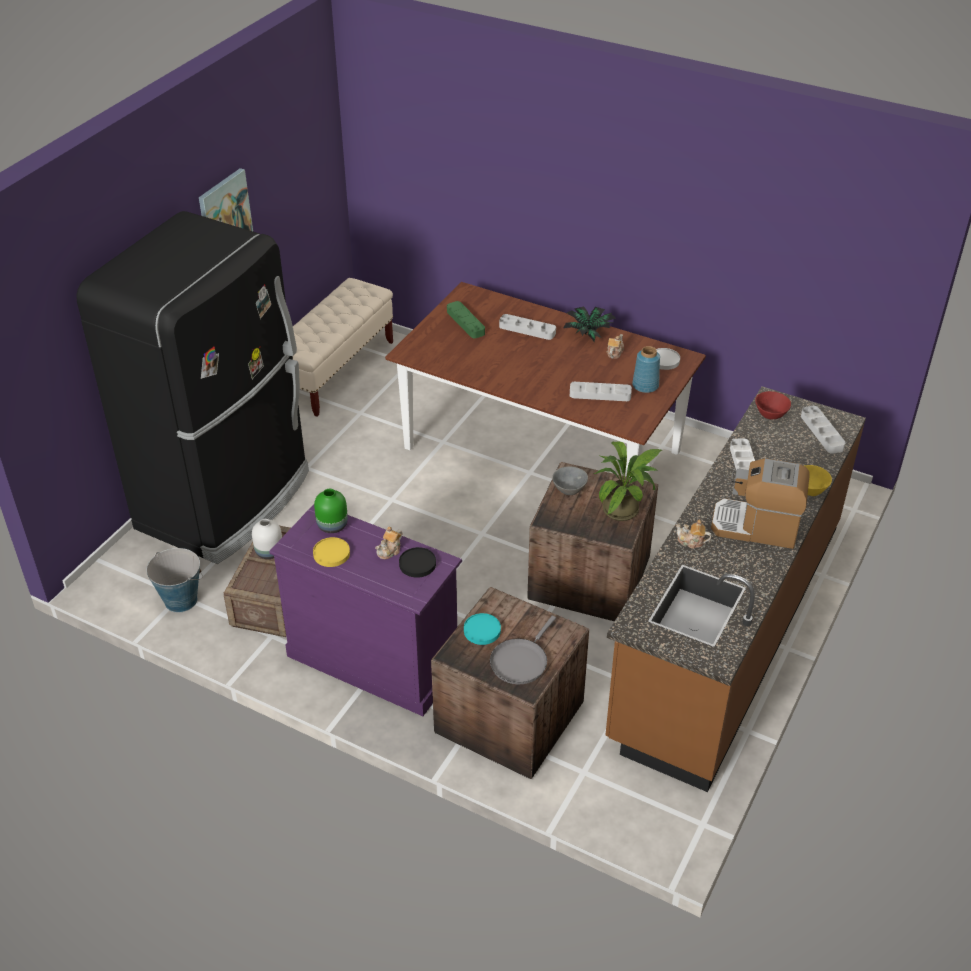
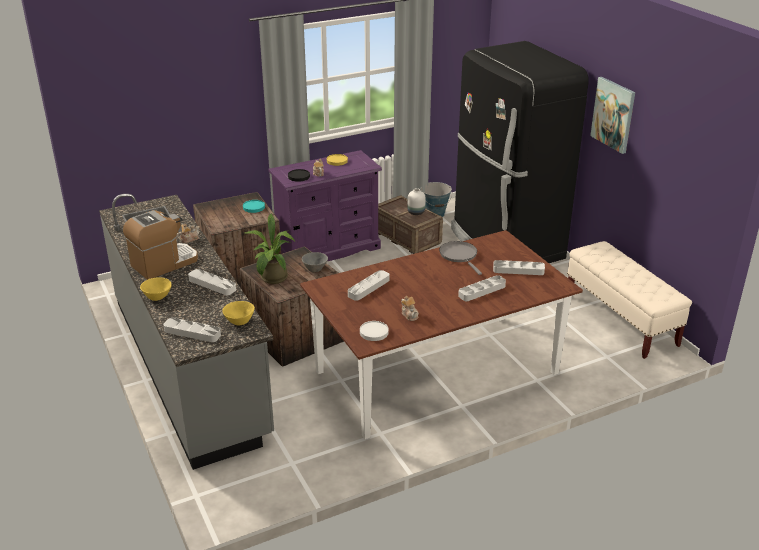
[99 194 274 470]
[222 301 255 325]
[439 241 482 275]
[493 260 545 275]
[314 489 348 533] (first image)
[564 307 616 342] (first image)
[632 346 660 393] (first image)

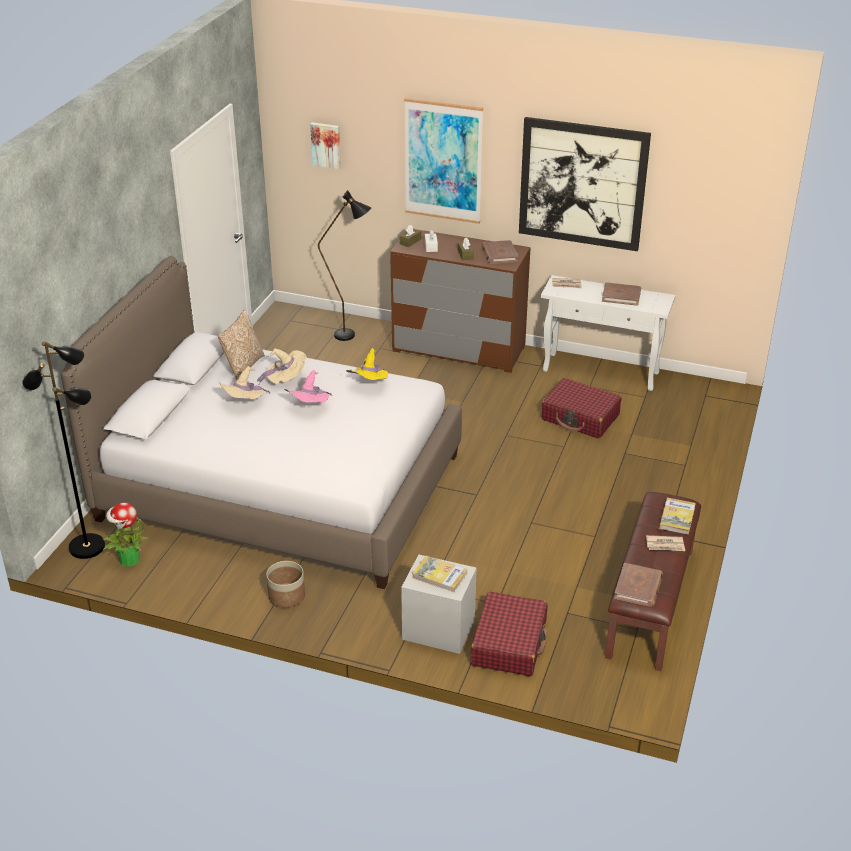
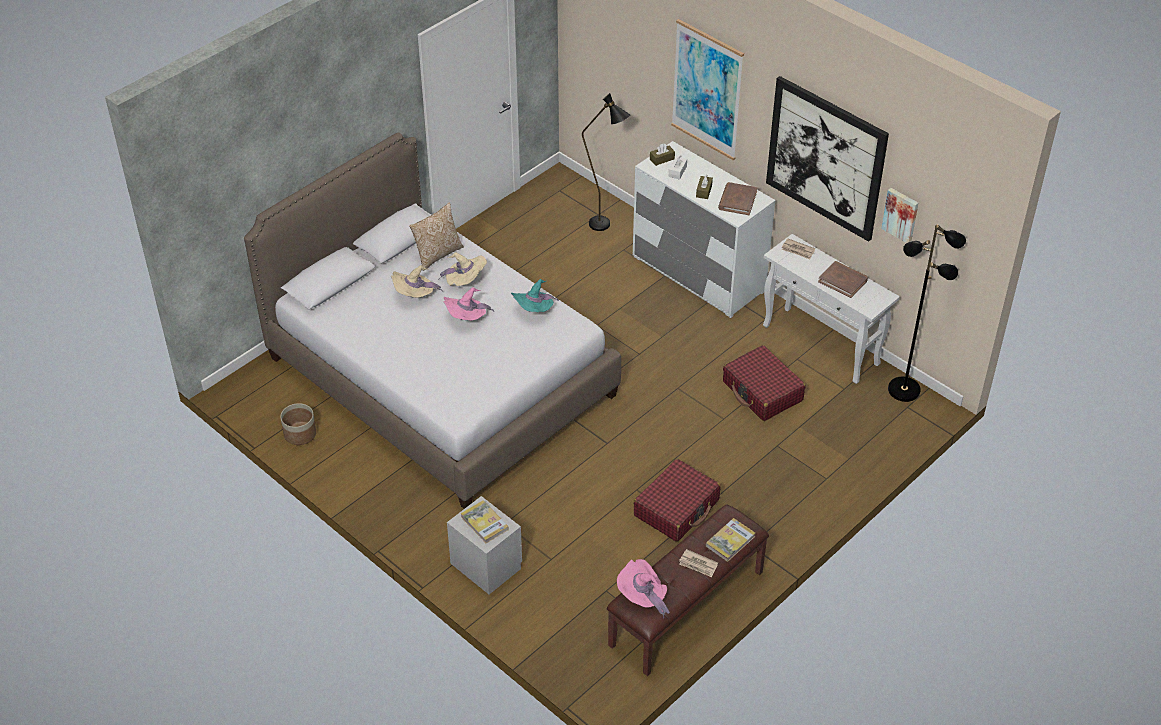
[280 403 316 445]
[511 279 559 312]
[617 559 670 618]
[633 141 775 318]
[634 459 720 542]
[881 188 918 243]
[888 224 966 402]
[102 502 148 567] (first image)

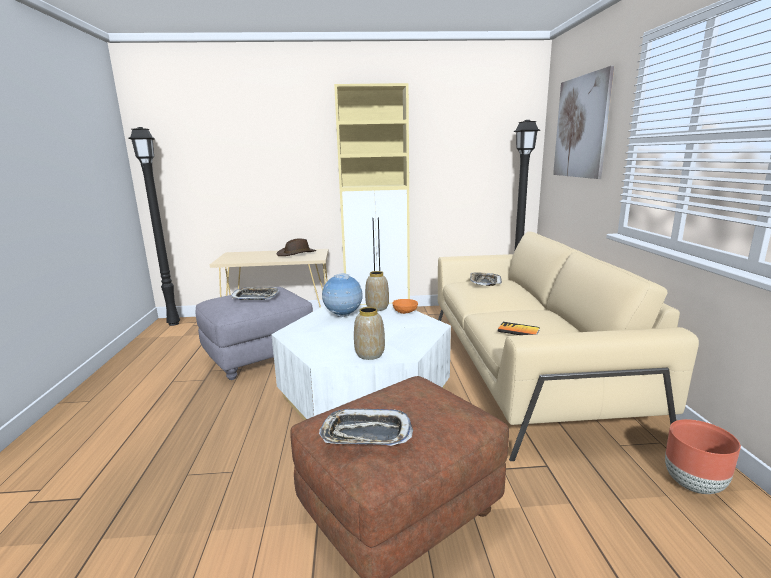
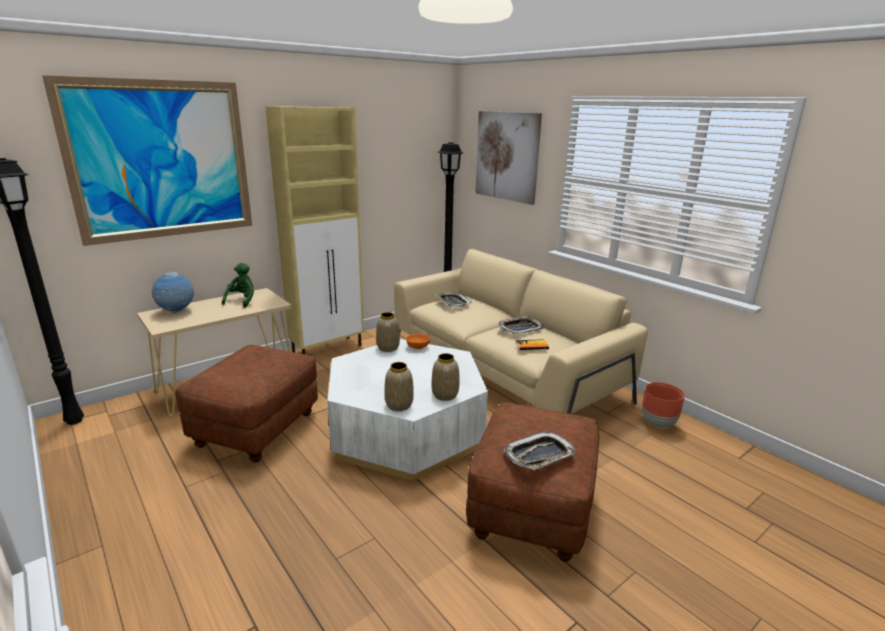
[42 75 252 246]
[152 272 194 313]
[175 345 318 463]
[222 263 254 308]
[384 362 414 411]
[498 316 544 334]

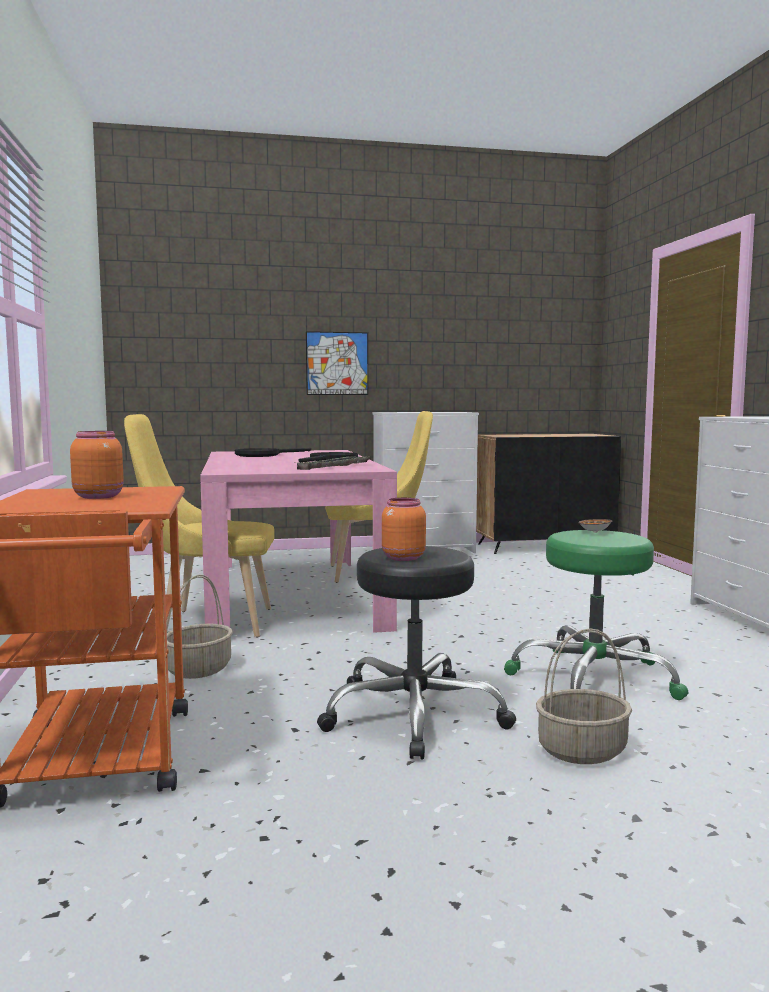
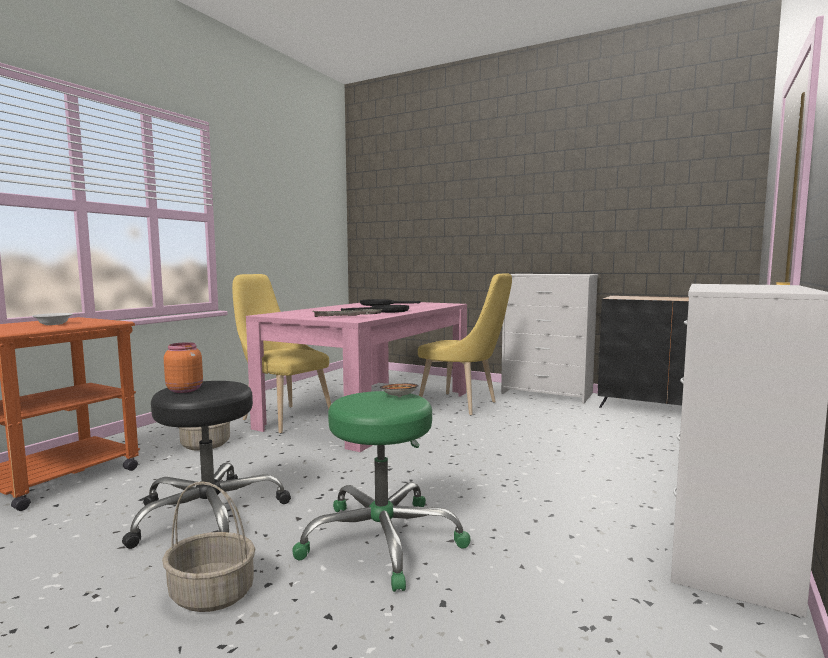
[32 313 73 325]
[306 331 368 395] (first image)

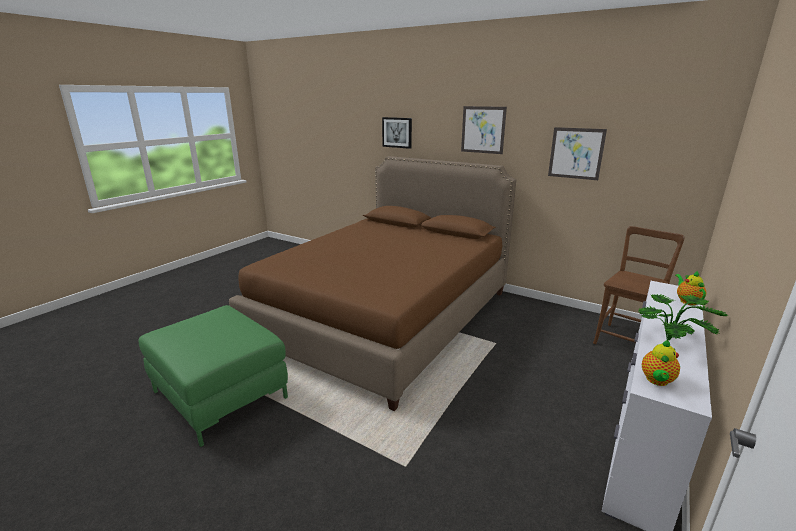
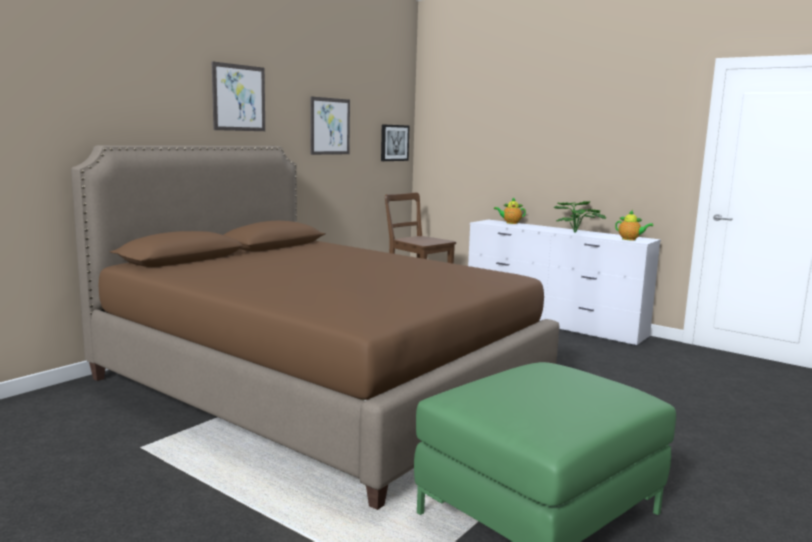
[381 124 409 161]

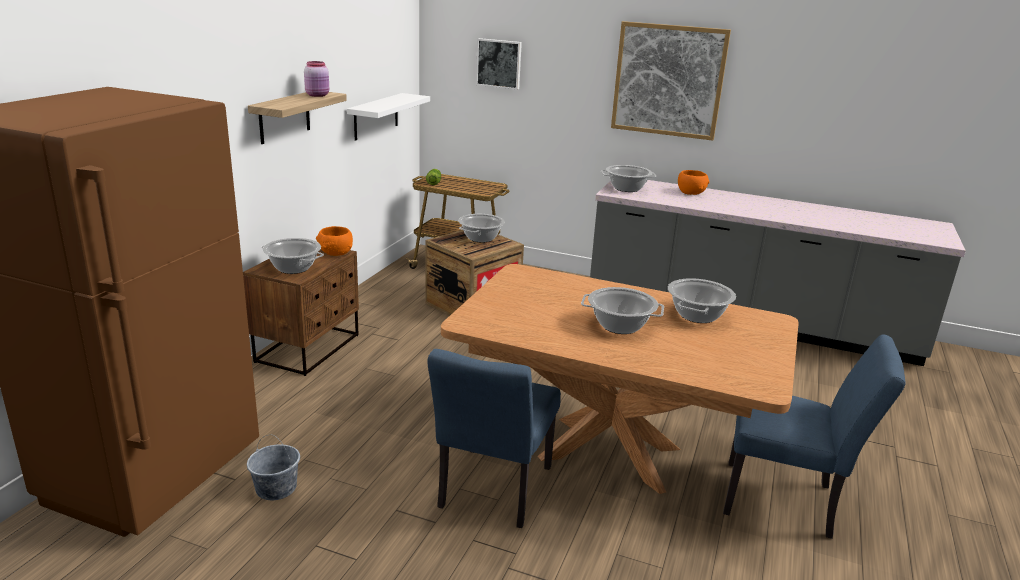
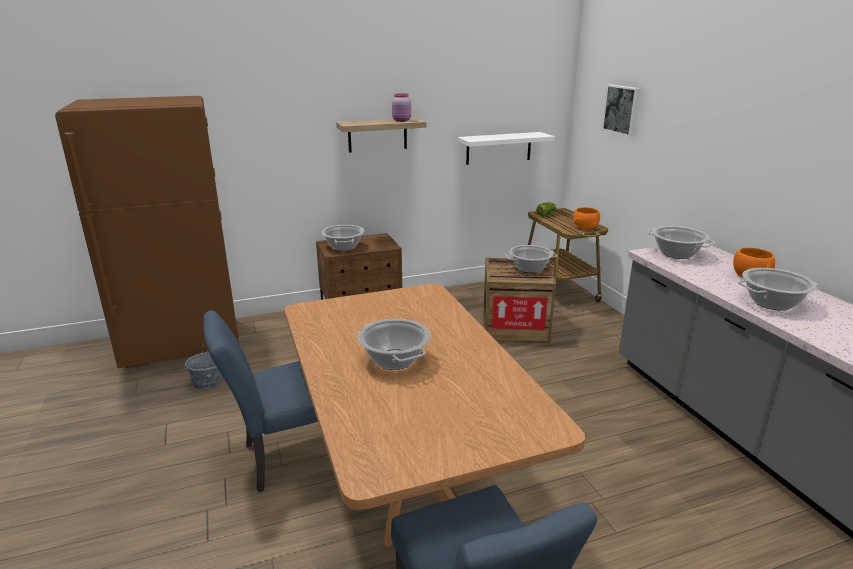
[573 207 600 230]
[738 268 818 311]
[611 21 731 141] (first image)

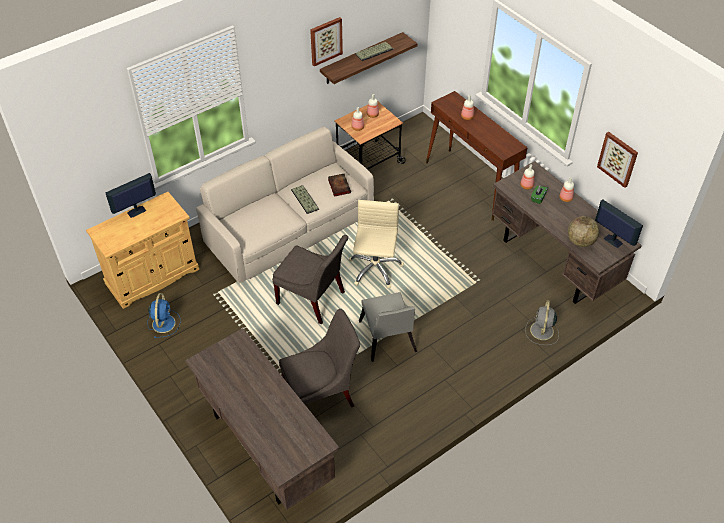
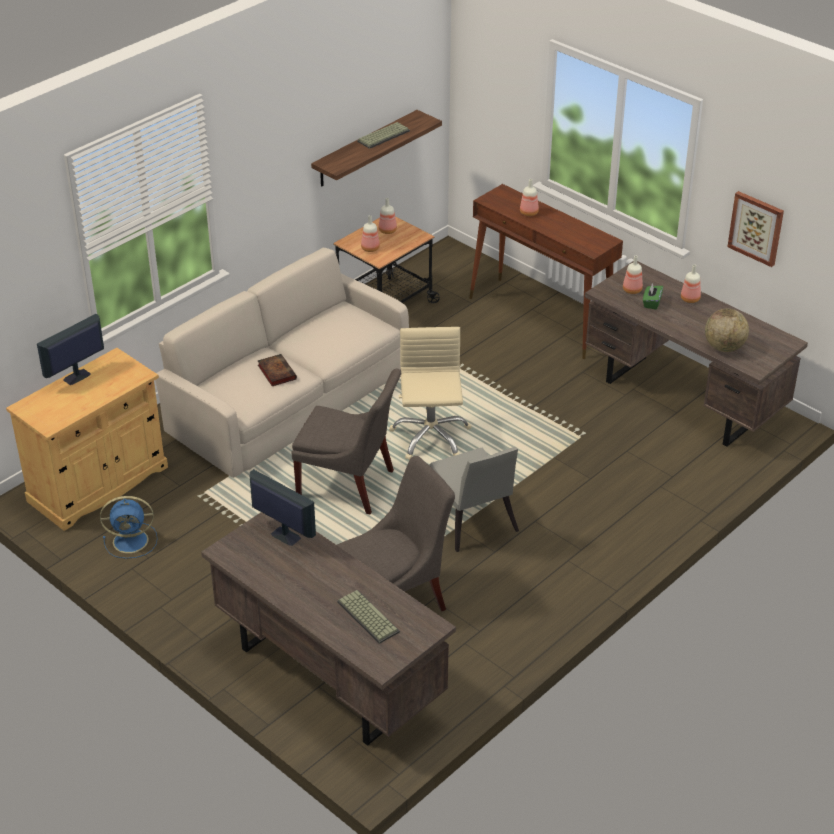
[100 496 157 559]
[250 469 316 546]
[258 354 297 386]
[337 590 400 644]
[310 17 343 66] (first image)
[525 300 559 345] (first image)

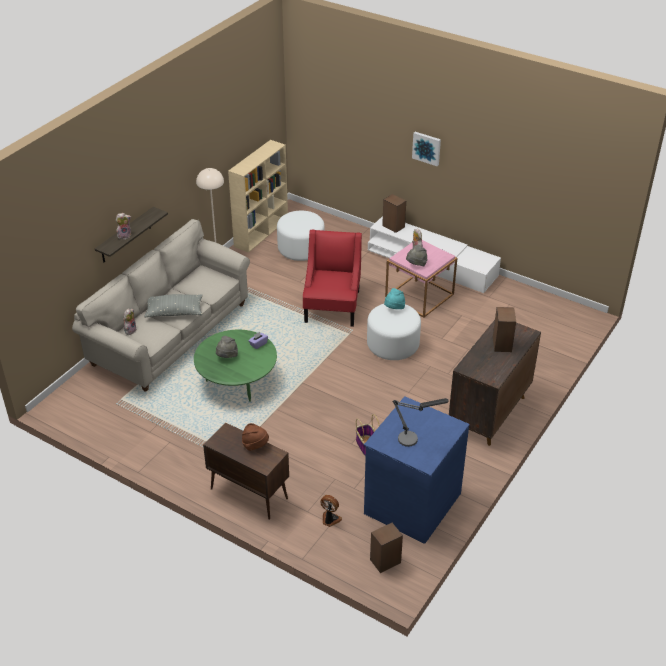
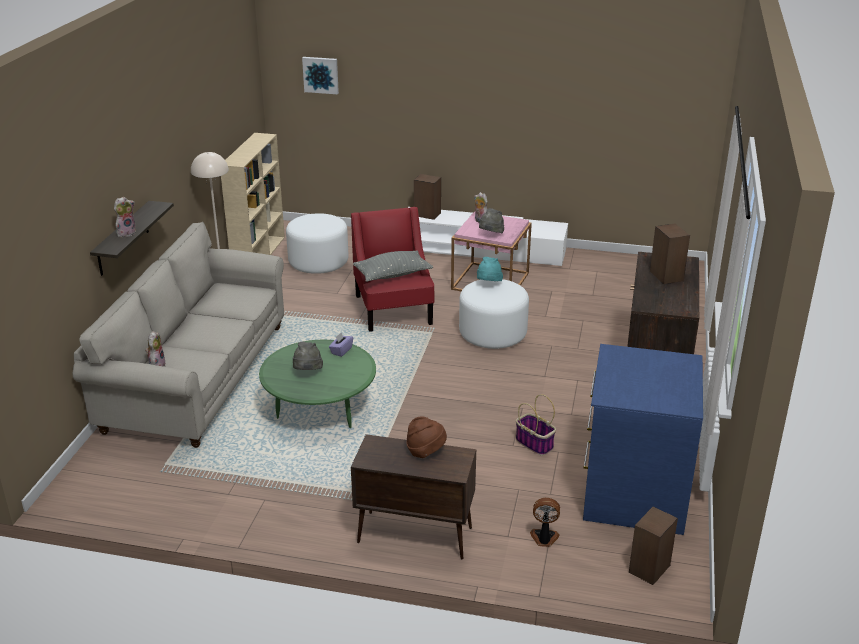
[302 57 339 94]
[353 250 433 282]
[392 398 449 447] (first image)

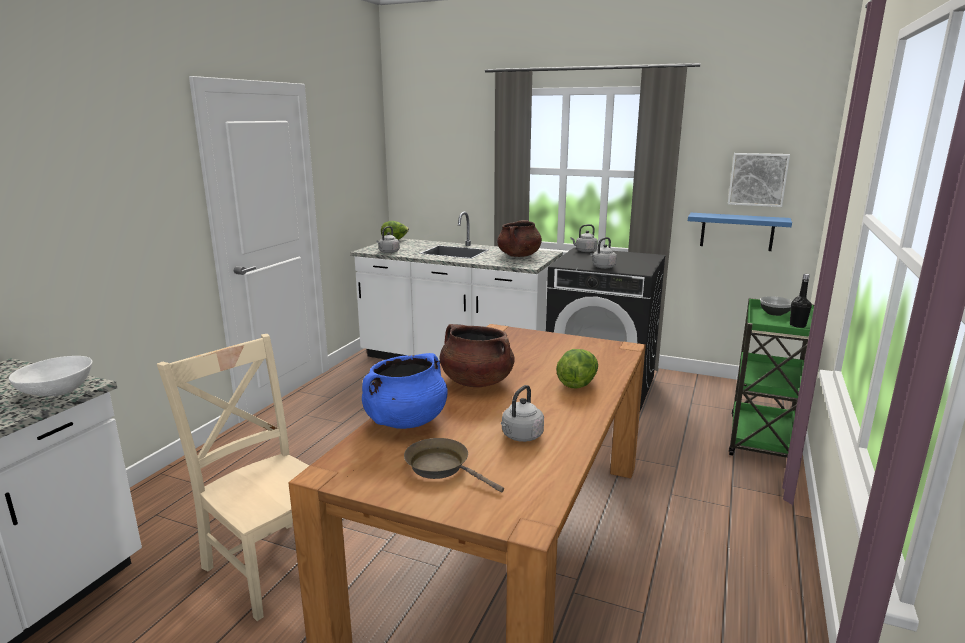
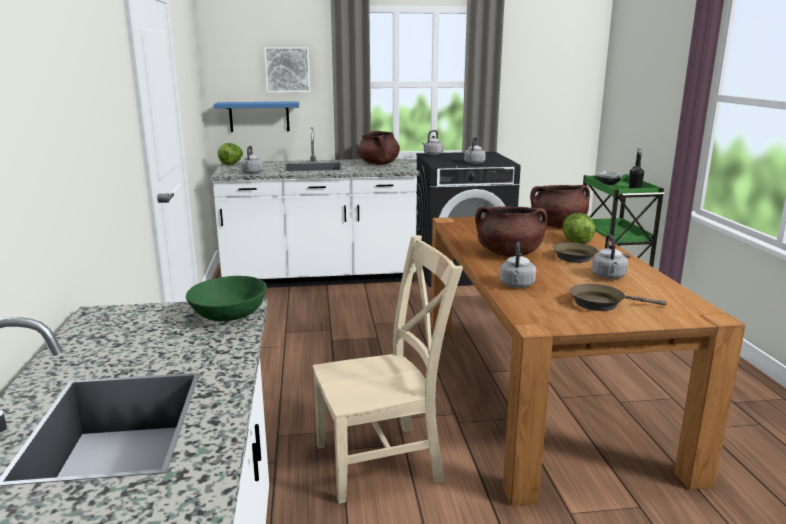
[186 276 267 321]
[214 101 299 132]
[264 47 310 93]
[313 235 463 504]
[500 242 536 288]
[530 185 590 228]
[553 242 631 263]

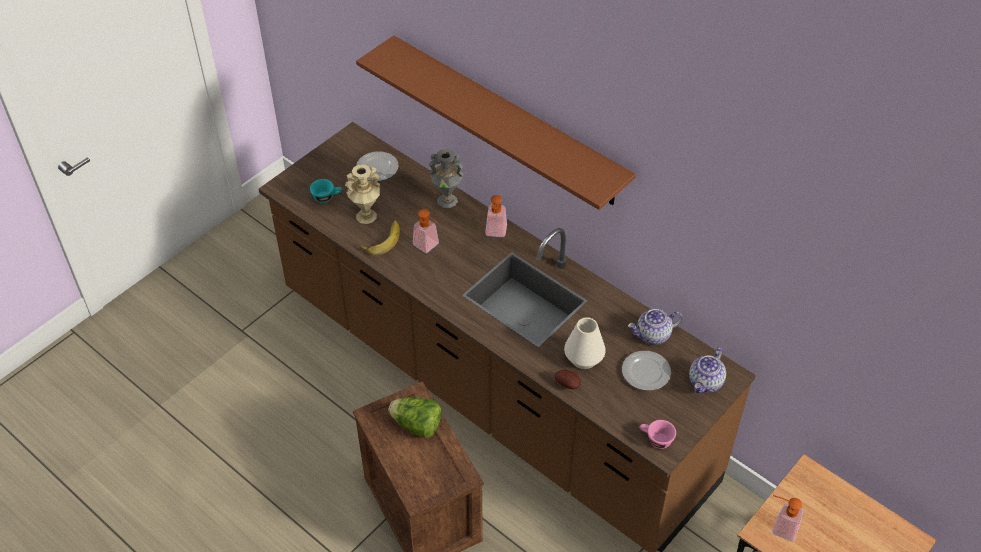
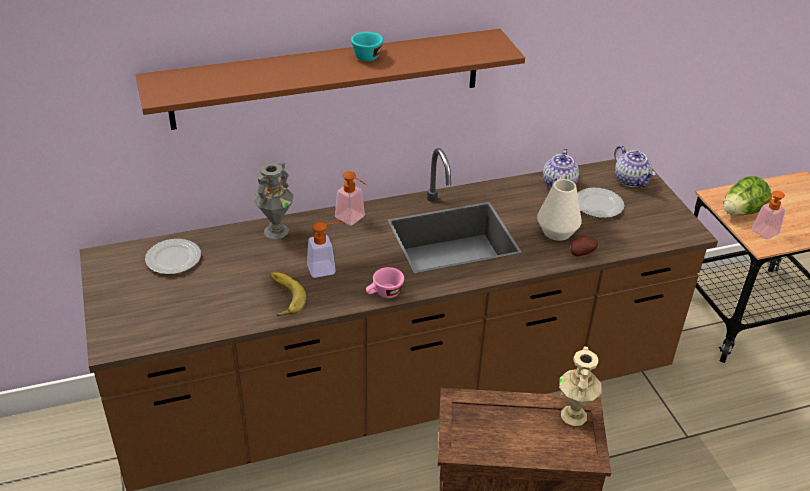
[351 32 383 61]
[366 267 404 298]
[559 346 602 426]
[723 176 772 215]

